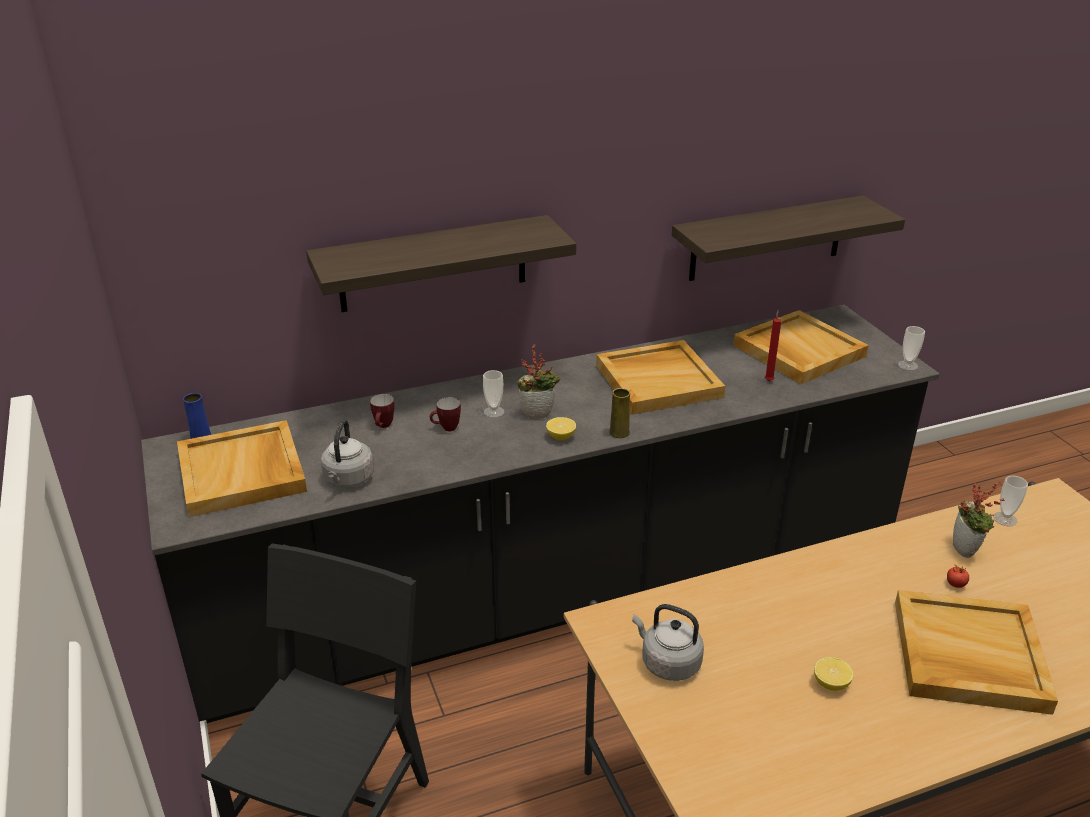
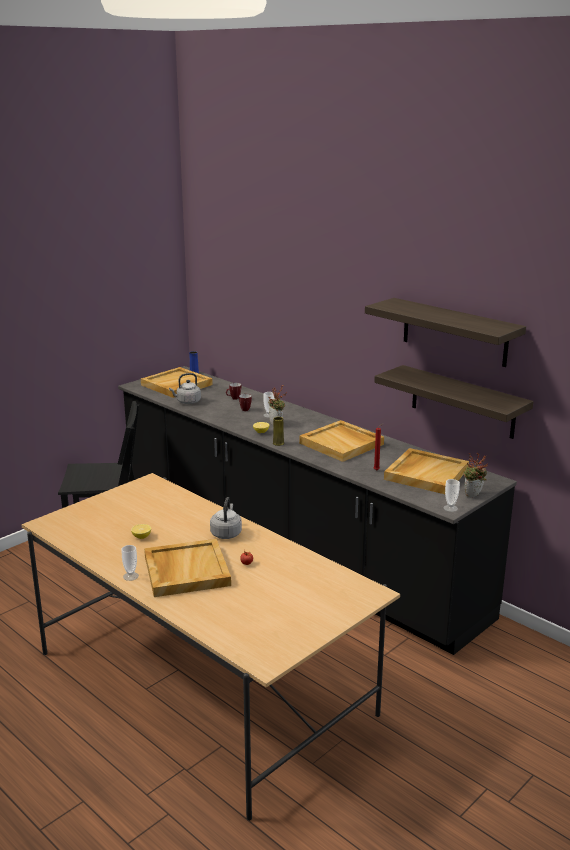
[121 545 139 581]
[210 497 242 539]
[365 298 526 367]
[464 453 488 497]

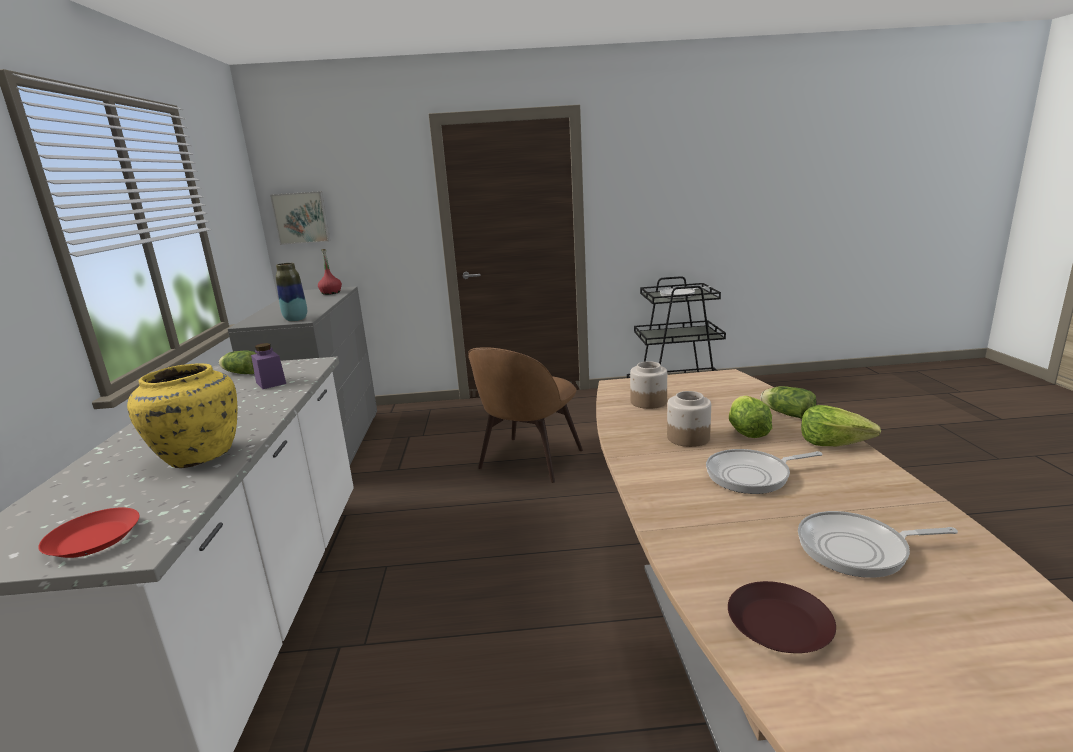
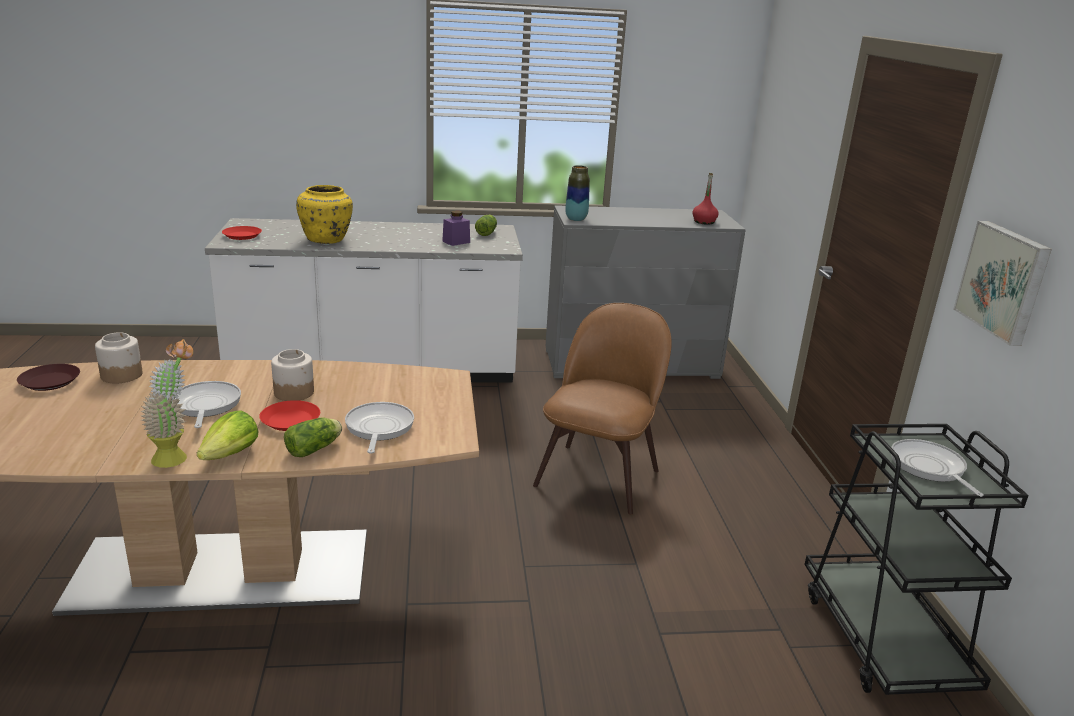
[95 332 142 383]
[140 339 193 468]
[259 400 320 431]
[345 402 414 454]
[533 303 672 515]
[953 221 1052 346]

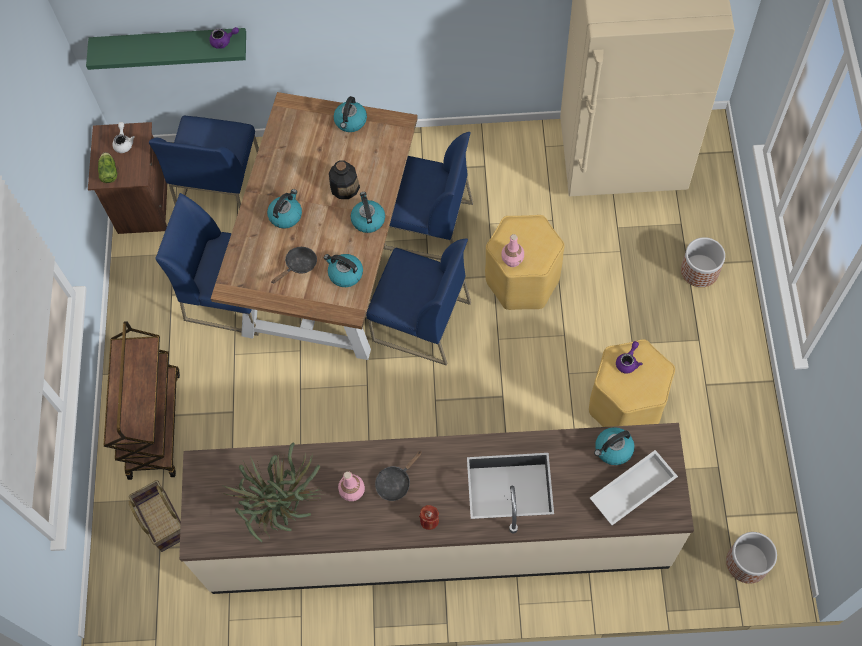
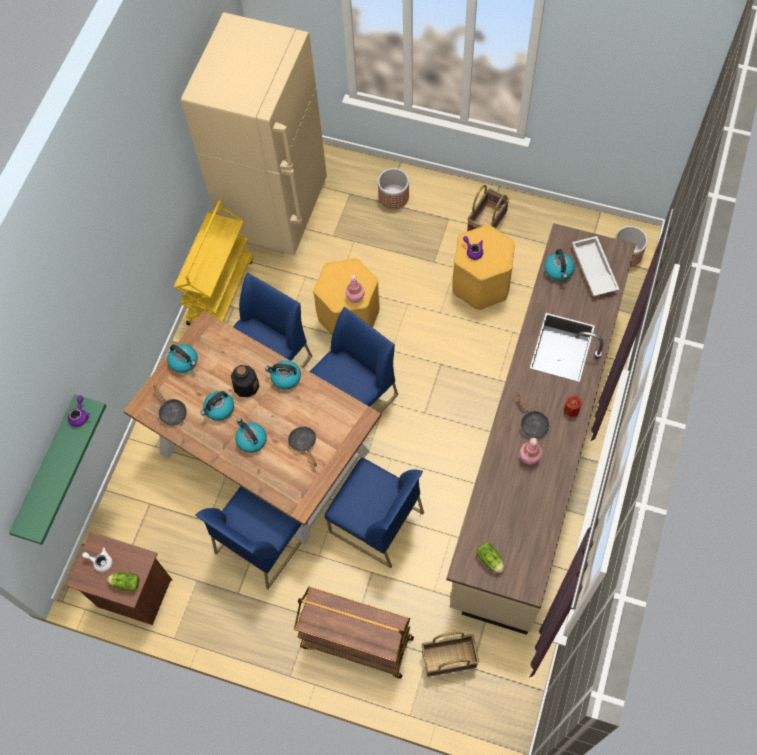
[153 386 187 426]
[174 200 253 325]
[200 391 234 421]
[325 458 424 568]
[467 185 510 231]
[477 542 504 573]
[221 443 325 542] (first image)

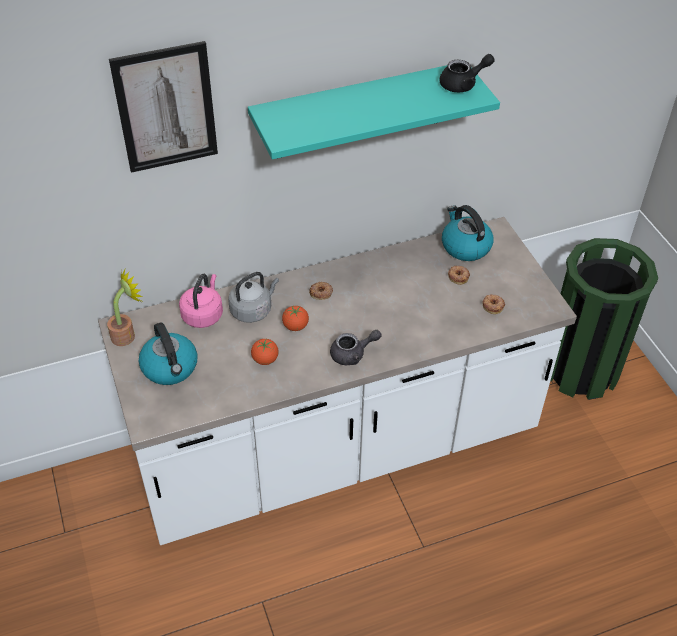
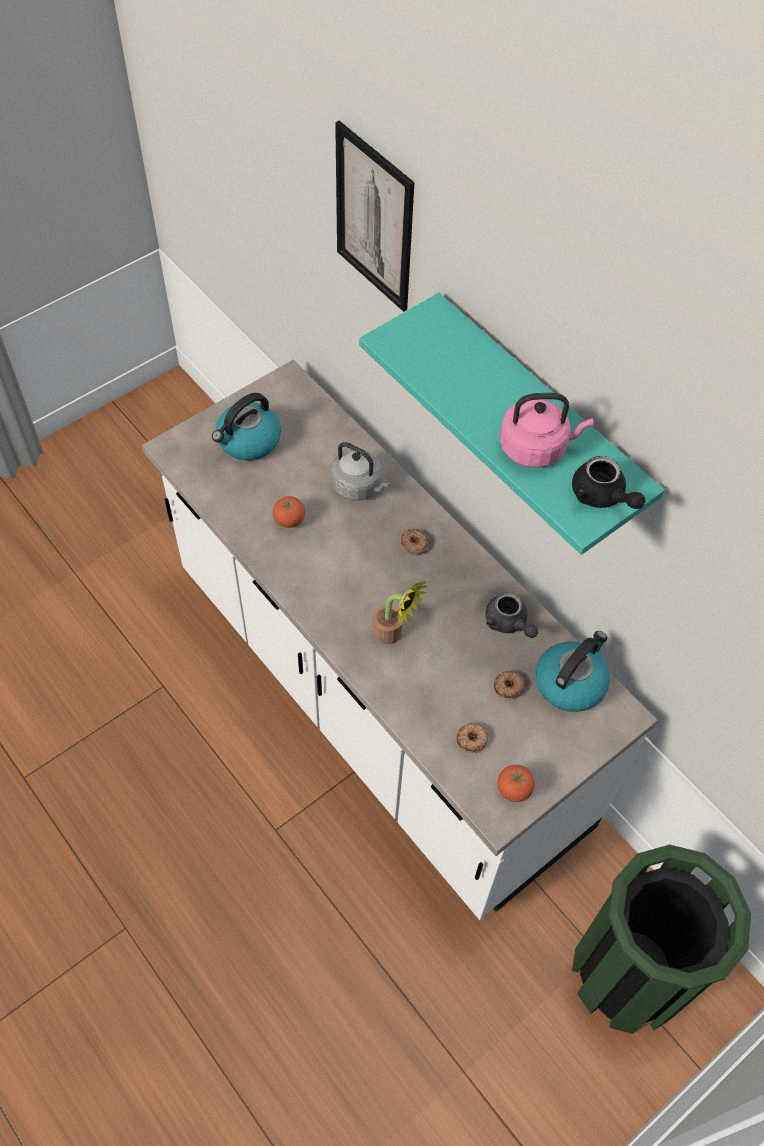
[372 581 430 644]
[485 593 538 638]
[498 765 535 802]
[500 393 593 468]

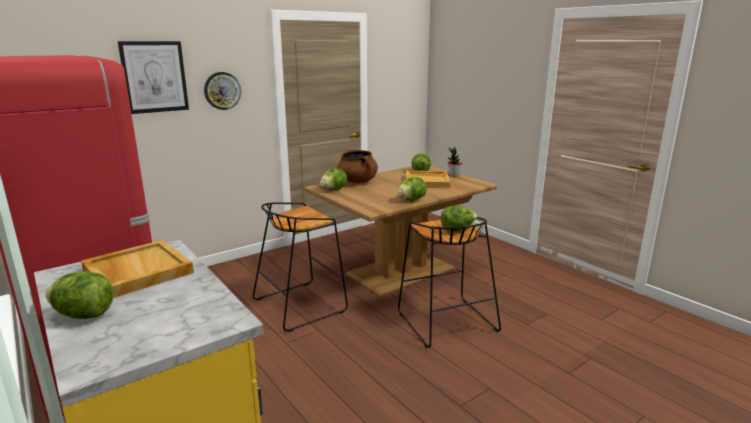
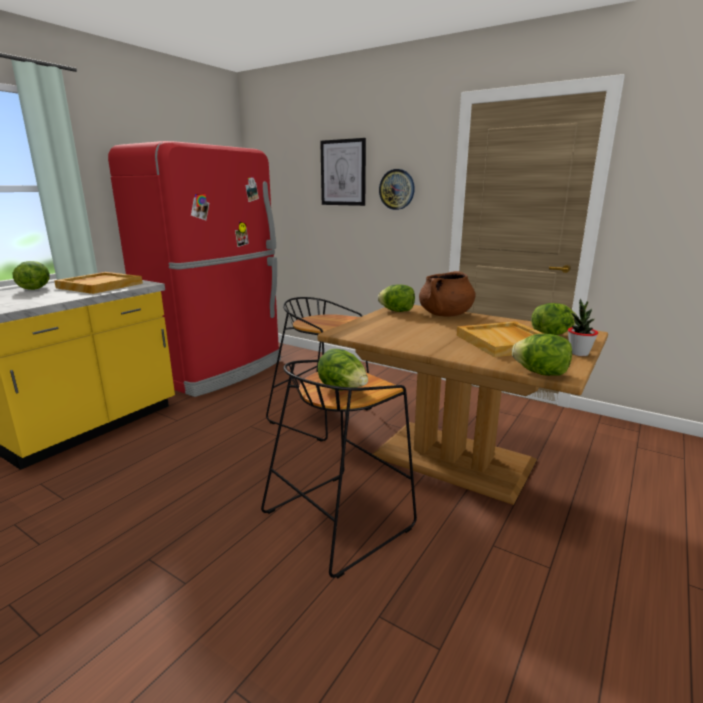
[512 334 572 376]

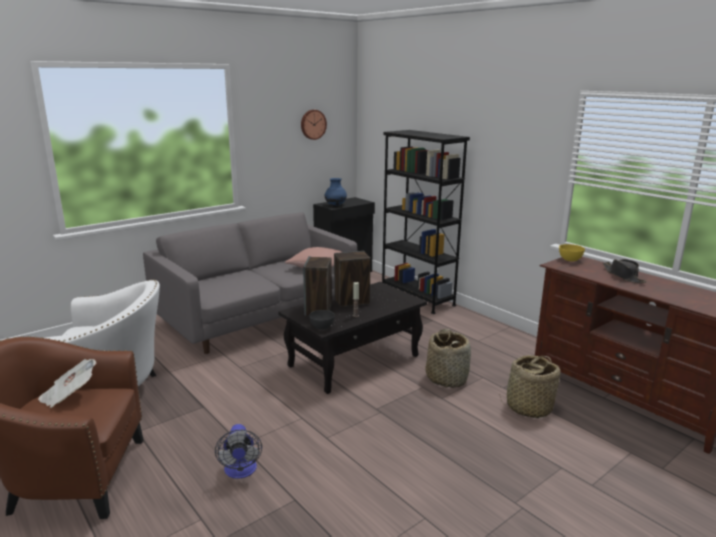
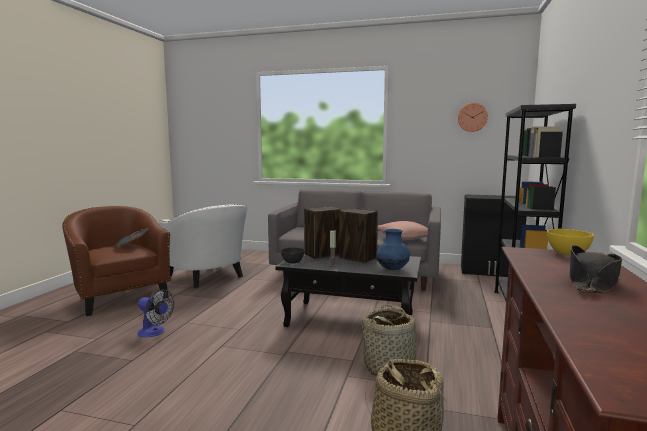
[137 290 174 337]
[376 229 410 270]

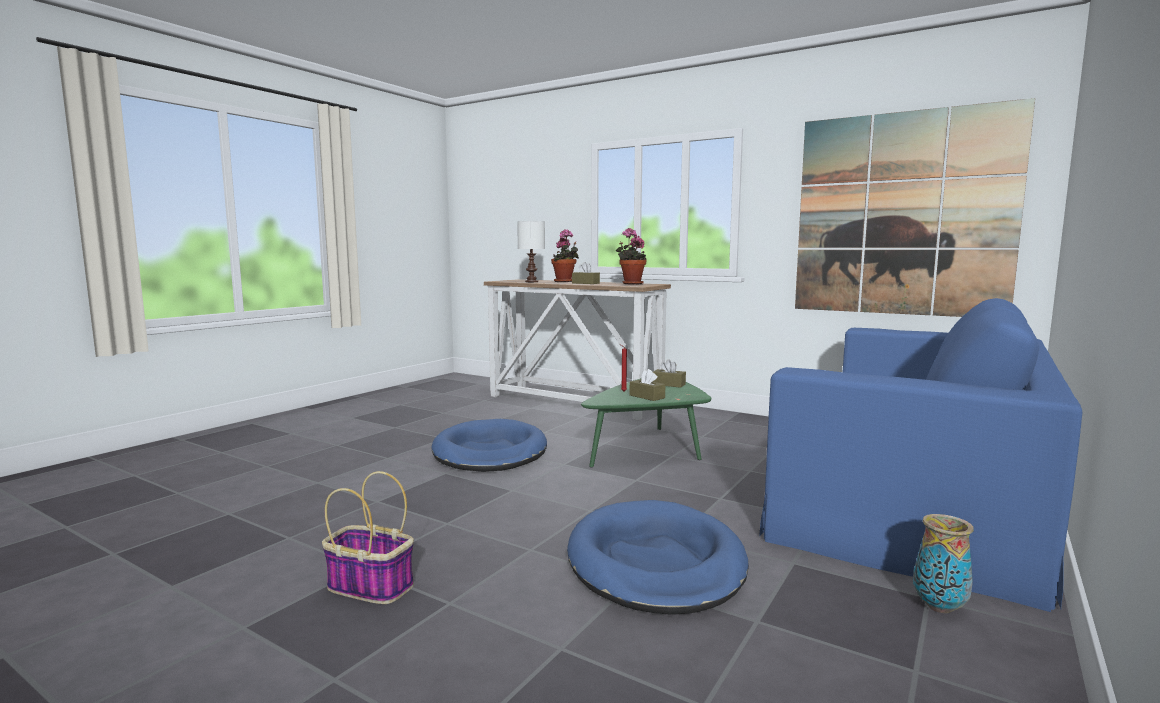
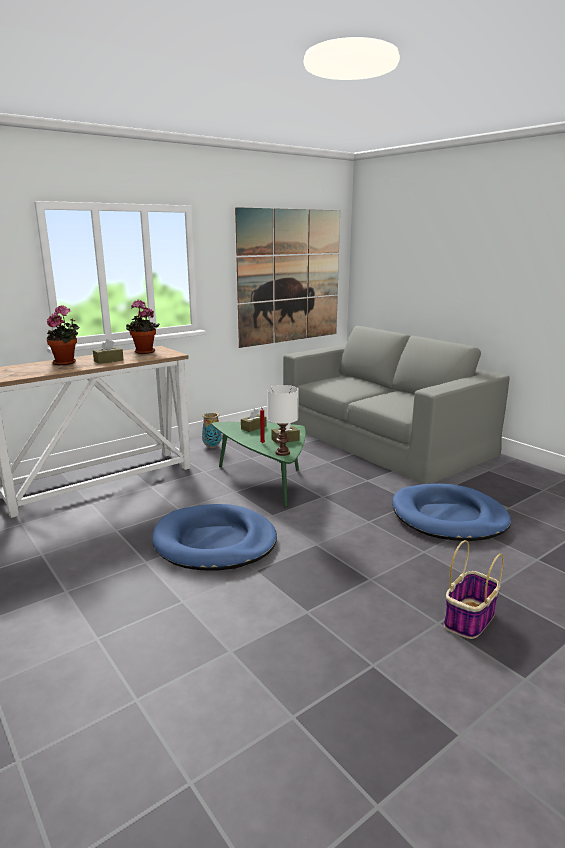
[202 412 221 448]
[267 385 299 456]
[283 326 509 484]

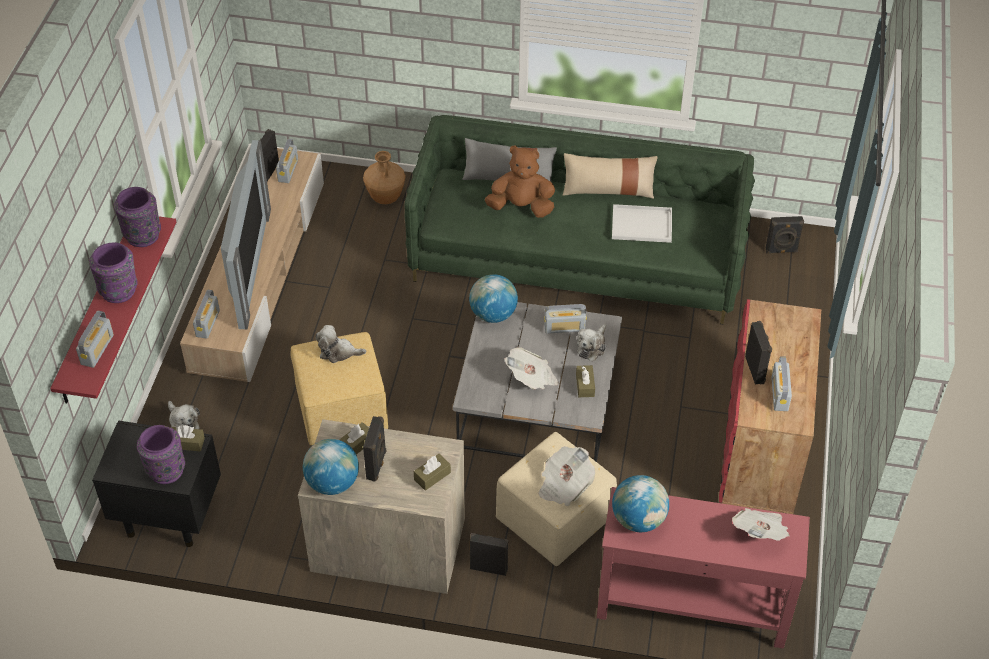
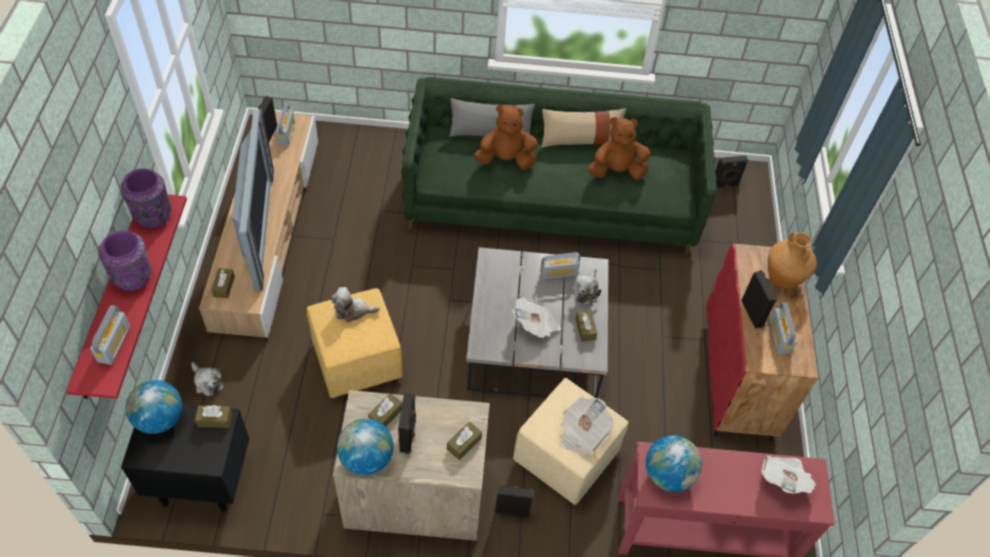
[126 380 182 434]
[211 268 235 298]
[588 117 650 180]
[768 232 817 288]
[137 425 185 484] (first image)

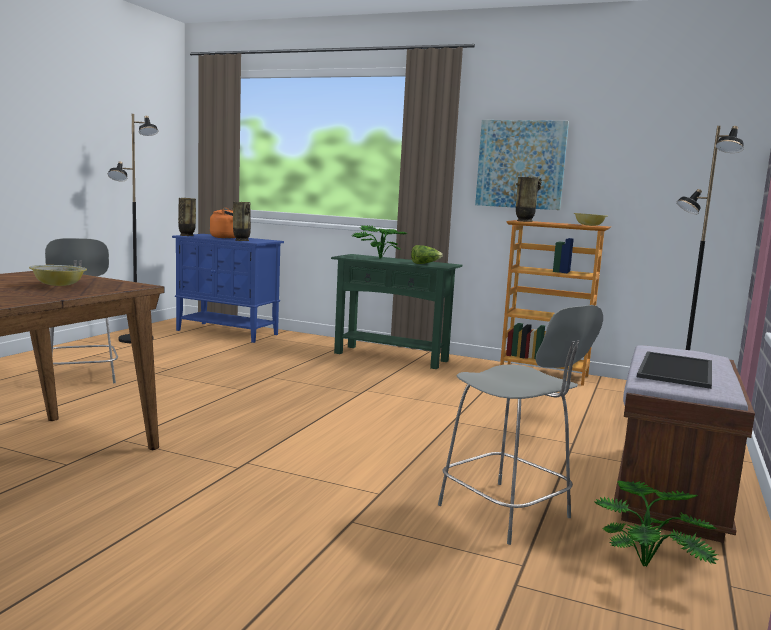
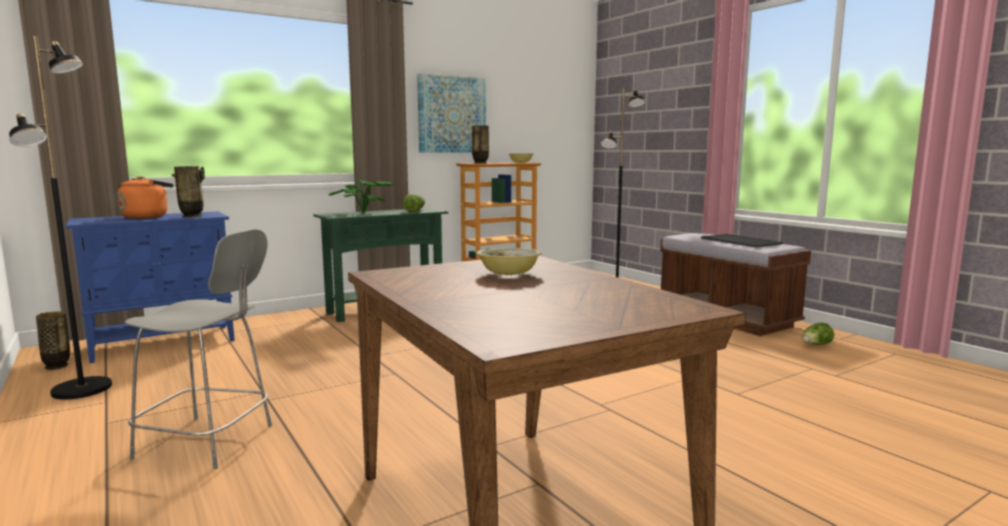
[36 311 70 370]
[802 322 834 345]
[438 305 603 545] (first image)

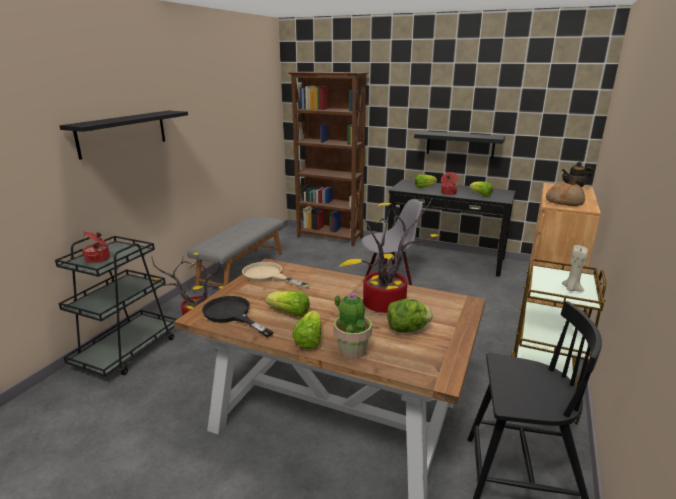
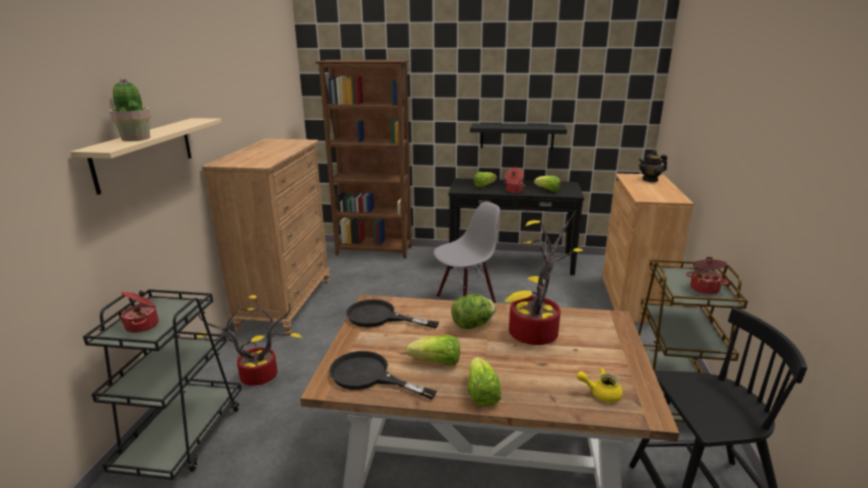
[70 118 222 195]
[109 78 151 141]
[202 139 330 334]
[346 299 439 328]
[451 294 496 329]
[576 367 623 403]
[686 257 729 295]
[546 182 585 206] (first image)

